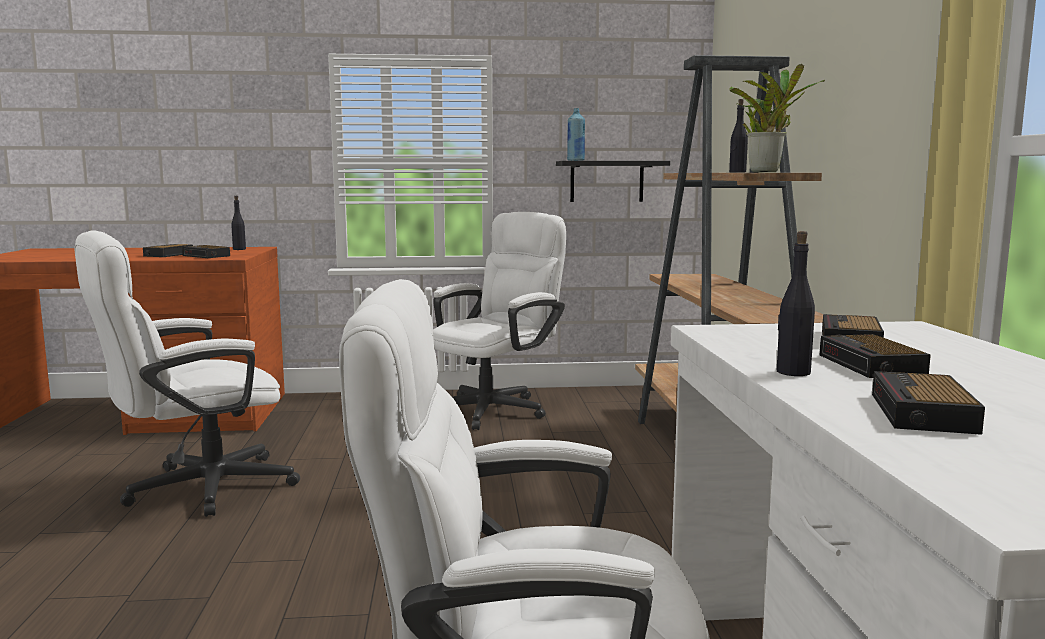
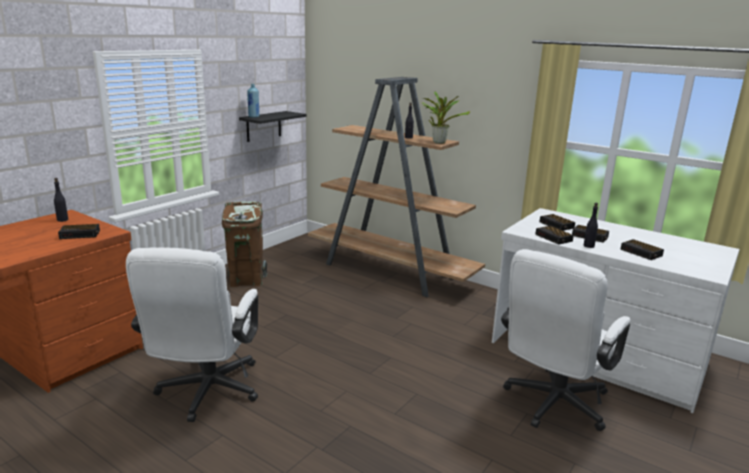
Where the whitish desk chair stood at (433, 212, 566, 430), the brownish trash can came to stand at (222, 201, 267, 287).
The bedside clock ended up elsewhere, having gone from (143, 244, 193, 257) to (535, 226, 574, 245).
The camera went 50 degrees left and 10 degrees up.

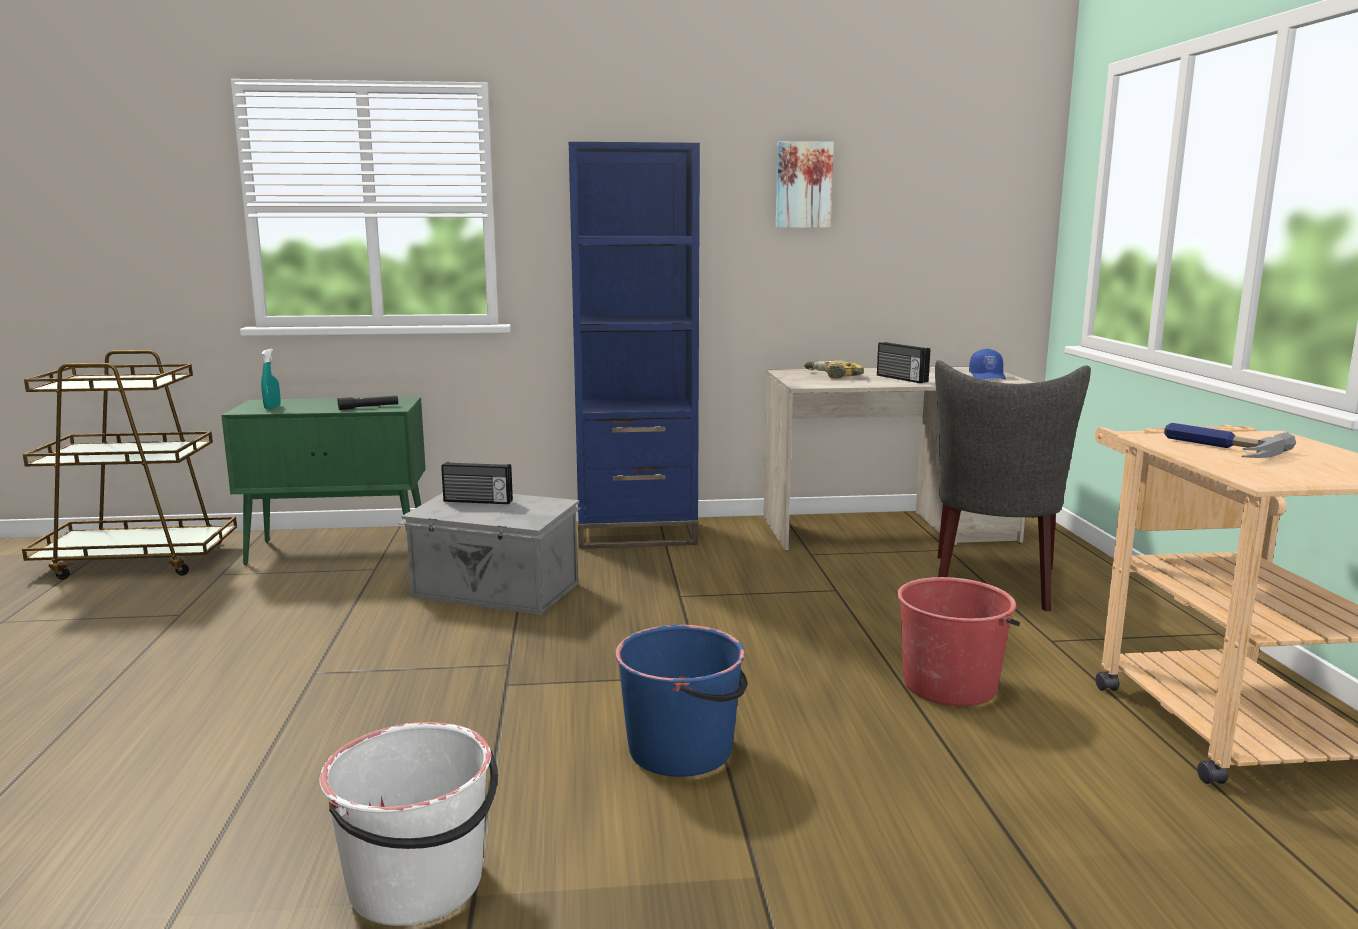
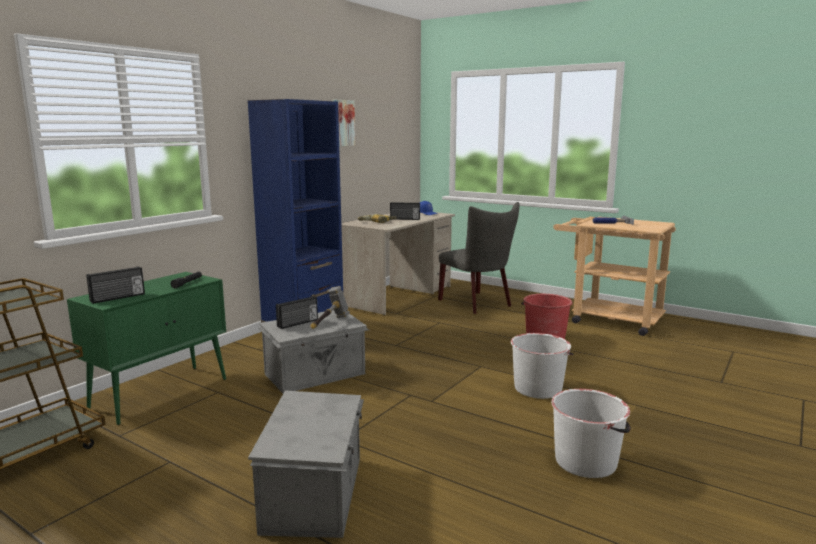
Where the blue-green hand sprayer stood at (261, 349, 281, 409), the radio receiver came to stand at (86, 266, 145, 304).
What was the bluish water bucket at (615, 625, 747, 777) turned into the whitish water bucket at (511, 333, 574, 399).
The second view gained the hammer at (310, 286, 350, 329).
The second view gained the gray storage box at (248, 391, 364, 538).
The camera went 50 degrees left and 0 degrees up.

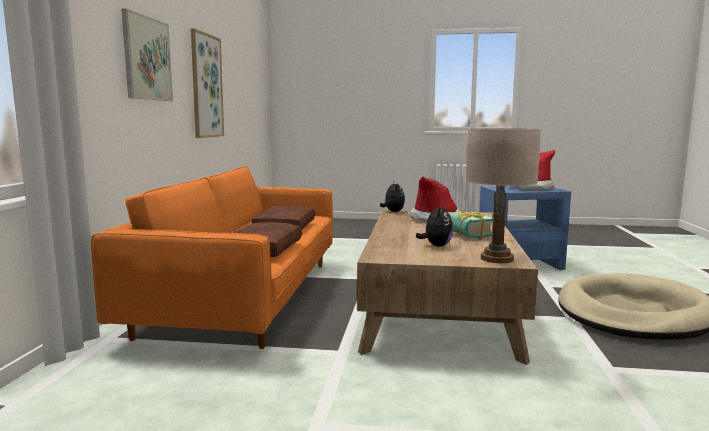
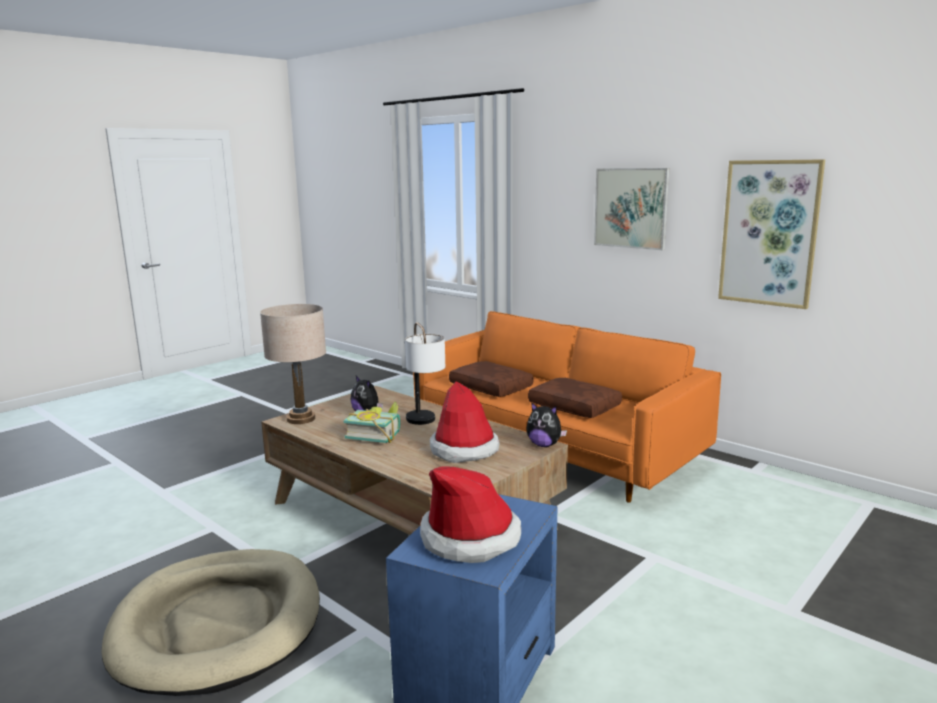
The second view gained the tabletop lamp at (405, 322, 445, 425).
The camera went 125 degrees right and 5 degrees up.

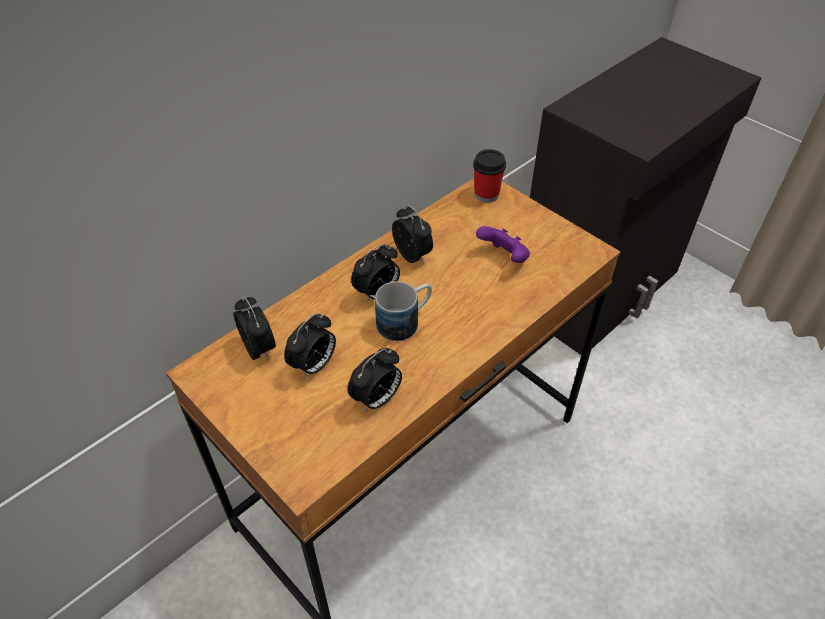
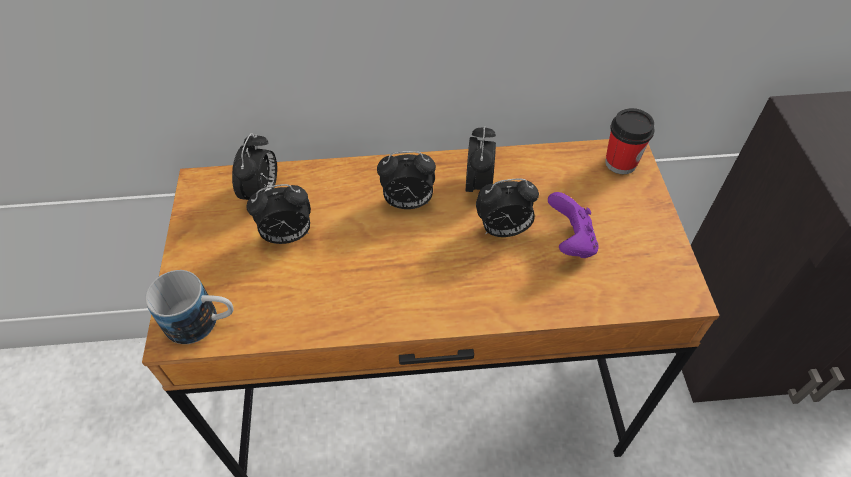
The coffee mug ended up elsewhere, having gone from (375, 281, 432, 341) to (145, 270, 234, 344).
The bedside clock ended up elsewhere, having gone from (347, 348, 402, 412) to (476, 179, 539, 237).
The camera went 40 degrees right and 5 degrees up.

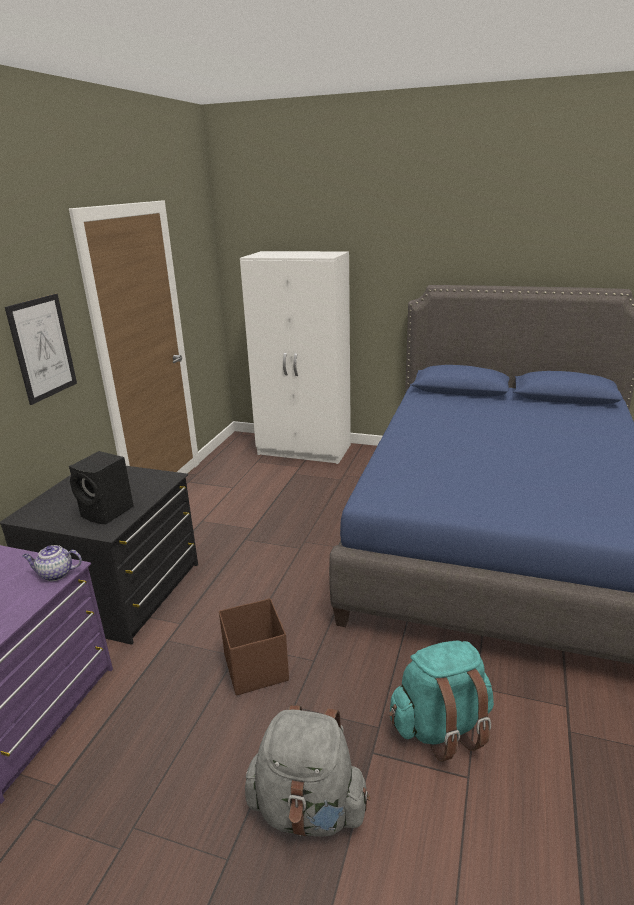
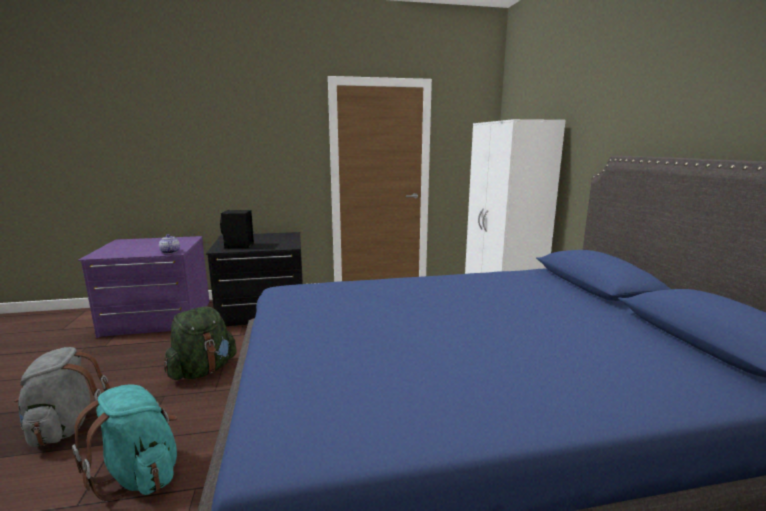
The second view lost the picture at (5, 294, 77, 405).
Where the brownish storage box stood at (219, 598, 289, 696), the green-coloured backpack came to stand at (164, 306, 237, 380).
The camera went 60 degrees right and 10 degrees down.

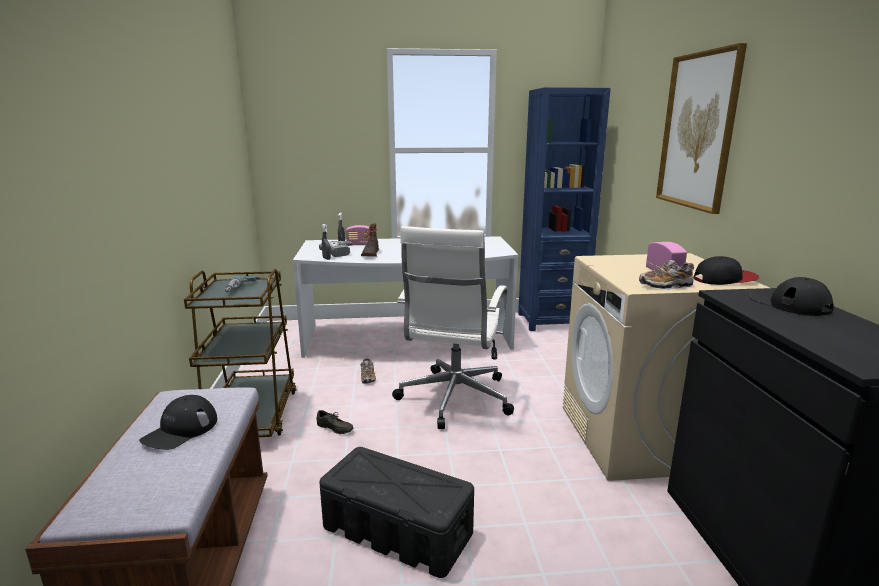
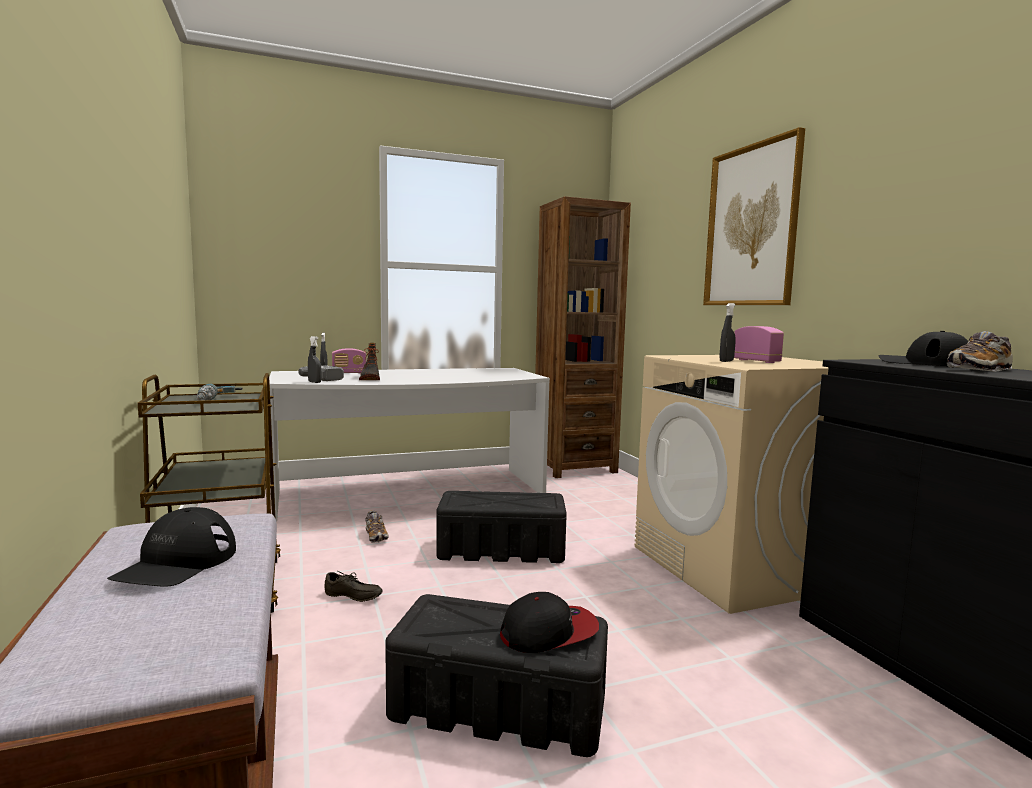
What was the bluish bookcase at (518, 87, 611, 331) turned into the brownish bookcase at (535, 196, 631, 478).
Where the whitish desk chair stood at (392, 226, 514, 429), the blackish storage box came to stand at (436, 491, 567, 563).
The peaked cap ended up elsewhere, having gone from (693, 256, 759, 285) to (500, 592, 599, 653).
The low shoe ended up elsewhere, having gone from (639, 260, 694, 290) to (947, 331, 1013, 372).
The second view gained the gray hand sprayer at (720, 303, 736, 362).
The camera went 15 degrees left and 10 degrees down.

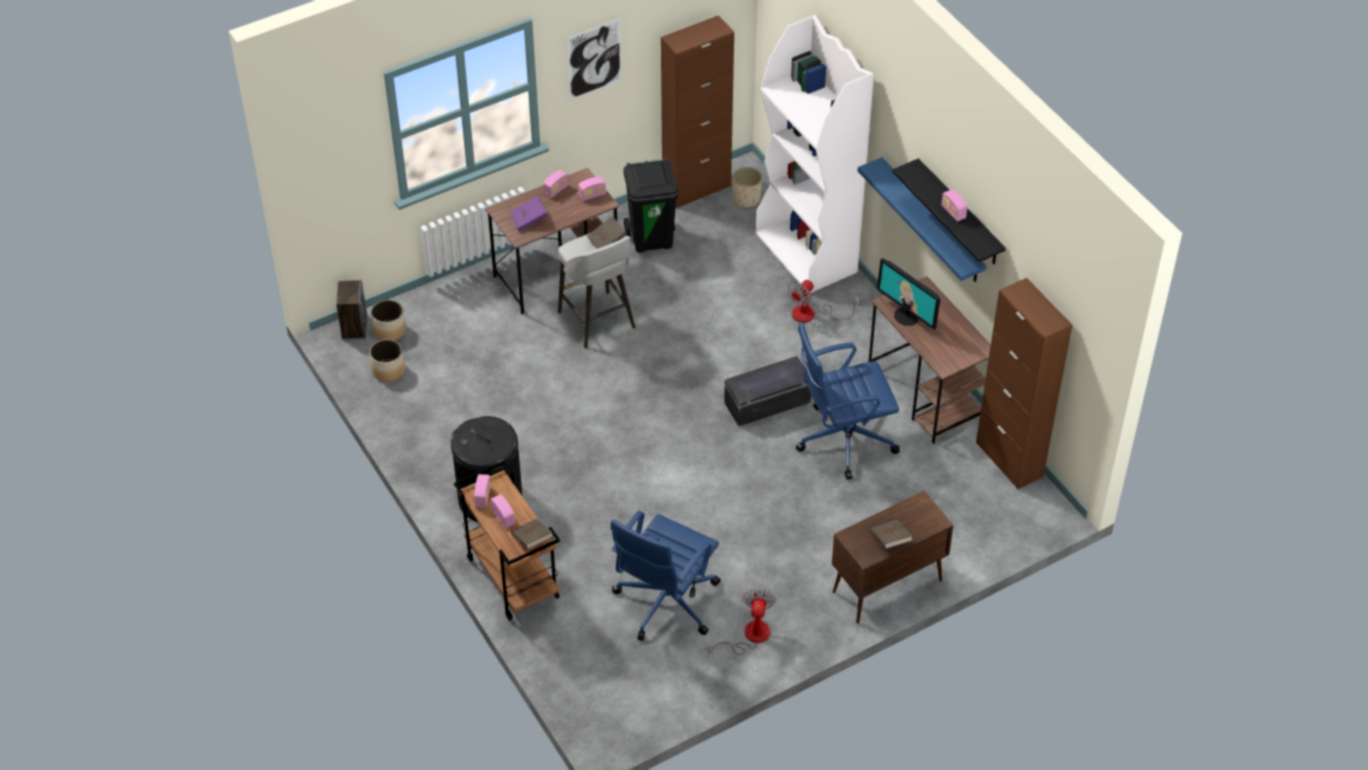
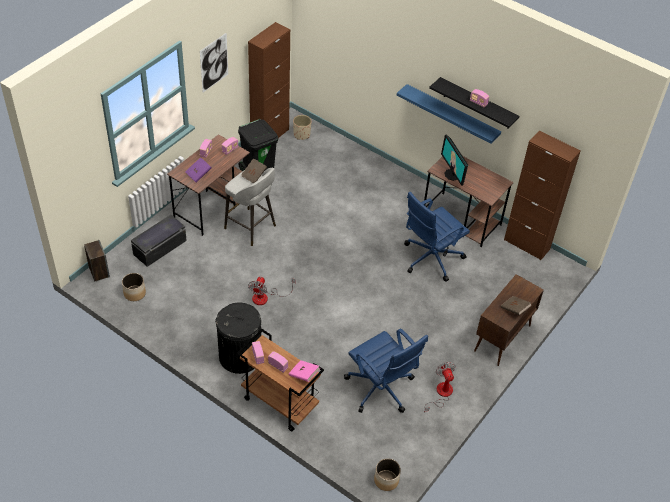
The second view lost the whitish bookcase at (756, 15, 874, 293).
The monitor at (877, 258, 941, 330) ended up facing another way, 45 degrees clockwise from before.
The fan ended up elsewhere, having gone from (787, 280, 860, 323) to (248, 277, 296, 305).
The plant pot ended up elsewhere, having gone from (371, 300, 406, 341) to (374, 458, 401, 491).
The blackish storage box ended up elsewhere, having gone from (724, 356, 811, 427) to (131, 215, 187, 267).
The bluish desk chair at (610, 510, 721, 641) ended up facing another way, 45 degrees counterclockwise from before.
What was the brownish volume at (511, 519, 553, 549) turned into the pink-coloured volume at (289, 360, 320, 382).
The camera went 25 degrees left and 0 degrees up.

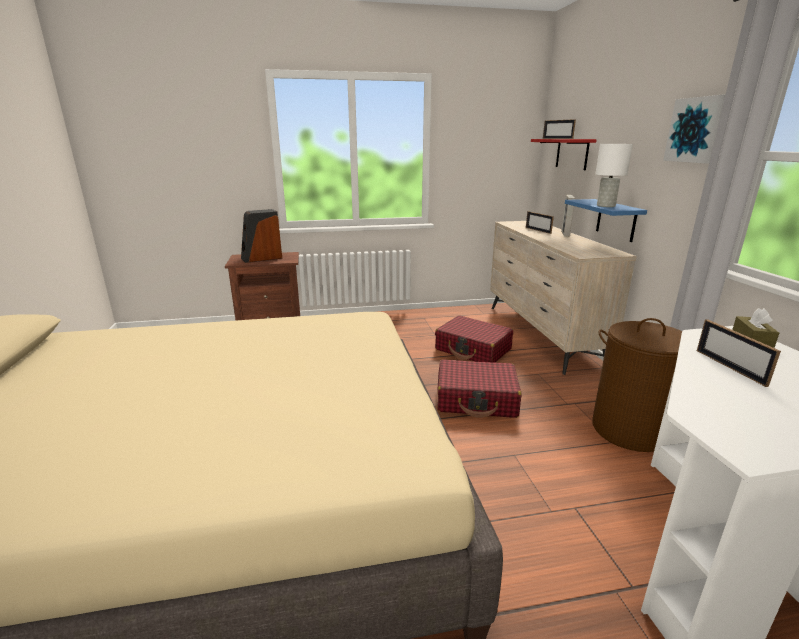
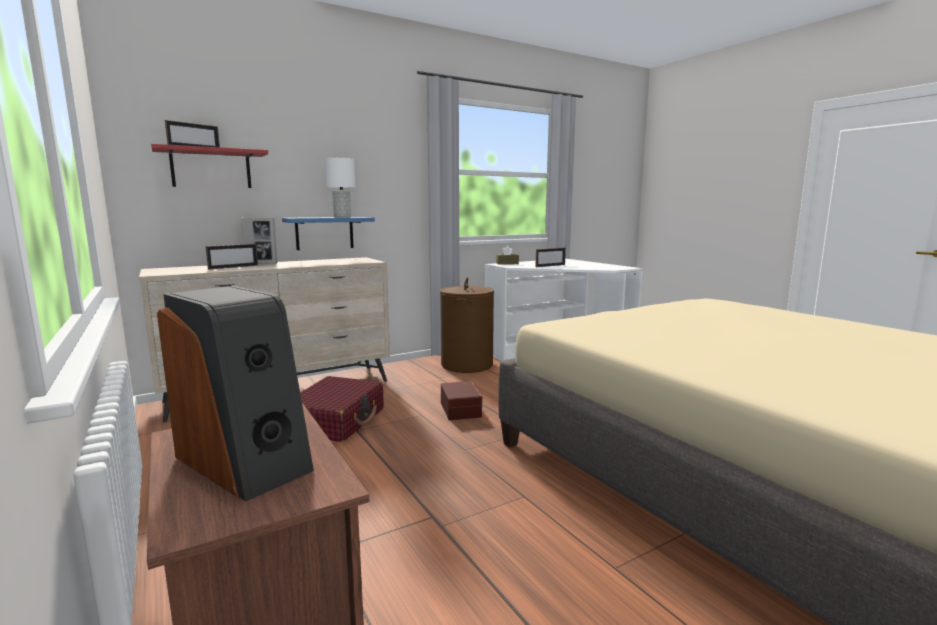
The second view lost the picture at (663, 94, 726, 164).
Where the reddish piece of luggage stood at (437, 359, 522, 418), the brownish storage box came to stand at (441, 381, 482, 420).
The camera went 110 degrees left and 10 degrees down.

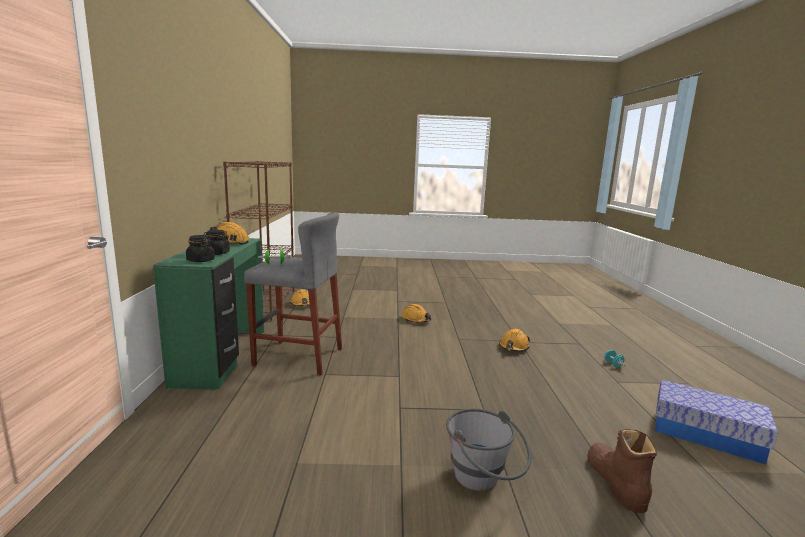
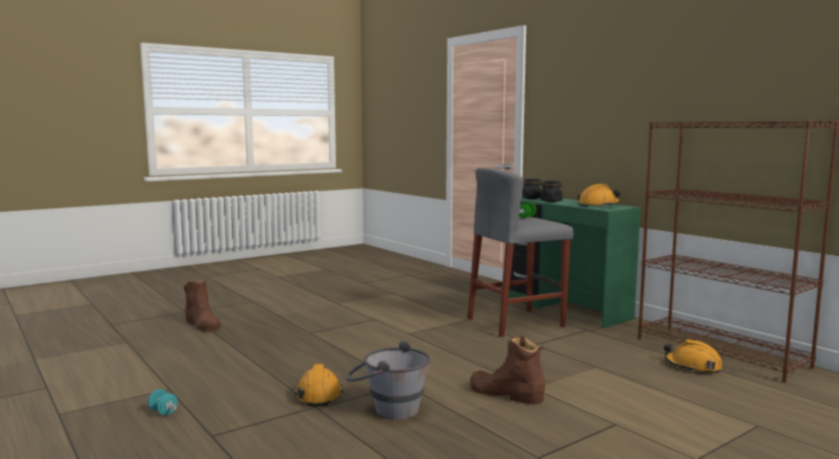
Where the orange work helmet stood at (402, 304, 431, 323), the brownish high-top boot came to stand at (470, 336, 545, 405).
The second view lost the storage box at (655, 380, 778, 465).
The gray water bucket ended up elsewhere, having gone from (446, 408, 531, 491) to (346, 340, 431, 420).
The camera went 145 degrees right and 5 degrees down.

